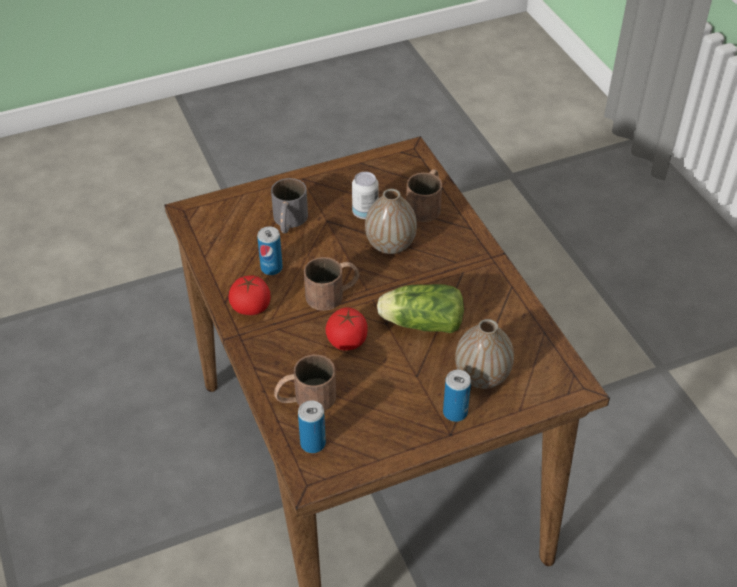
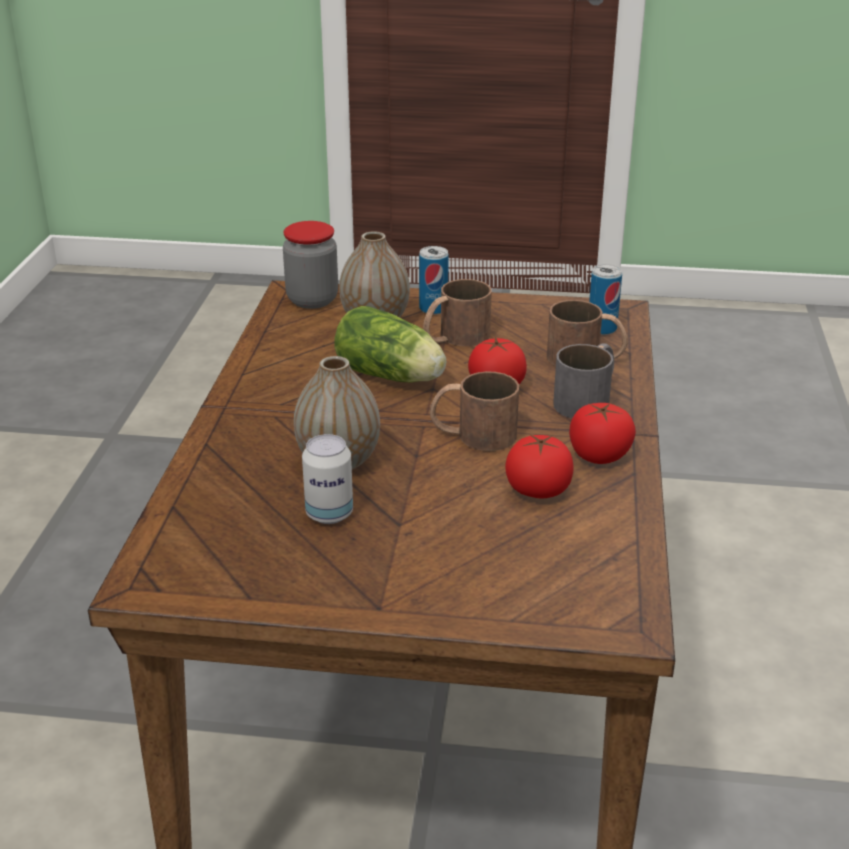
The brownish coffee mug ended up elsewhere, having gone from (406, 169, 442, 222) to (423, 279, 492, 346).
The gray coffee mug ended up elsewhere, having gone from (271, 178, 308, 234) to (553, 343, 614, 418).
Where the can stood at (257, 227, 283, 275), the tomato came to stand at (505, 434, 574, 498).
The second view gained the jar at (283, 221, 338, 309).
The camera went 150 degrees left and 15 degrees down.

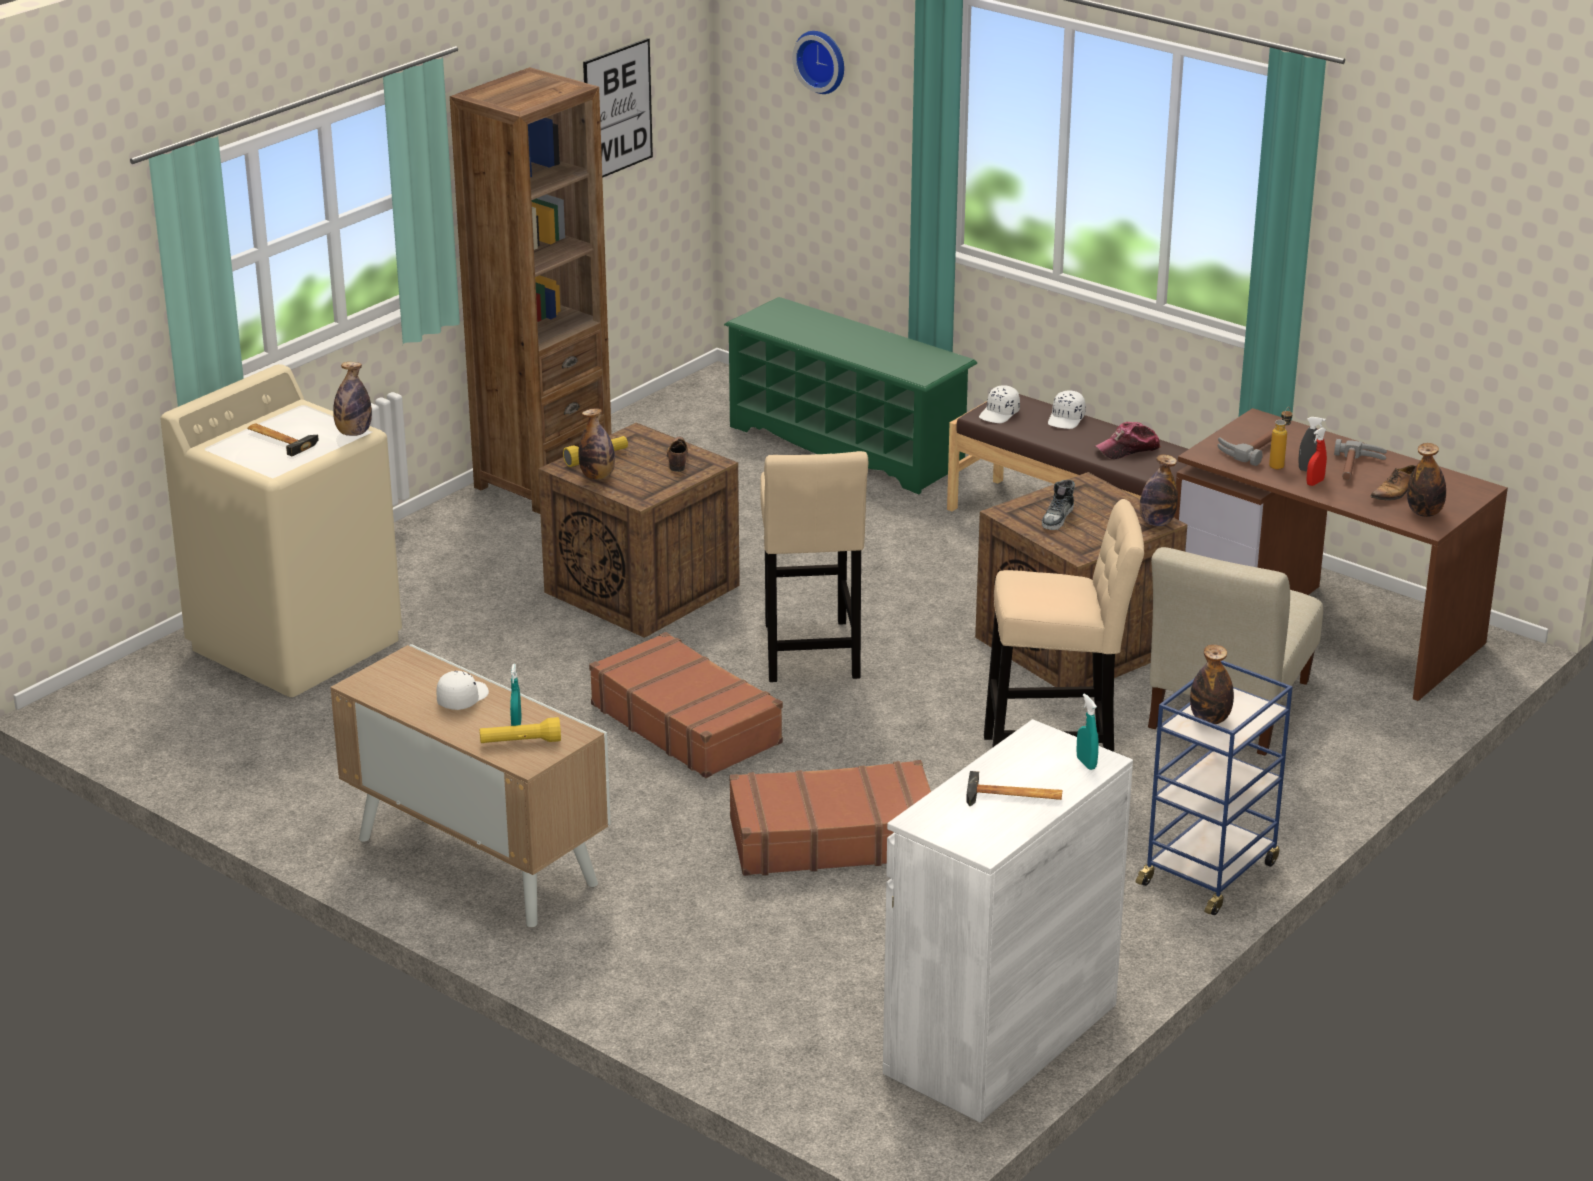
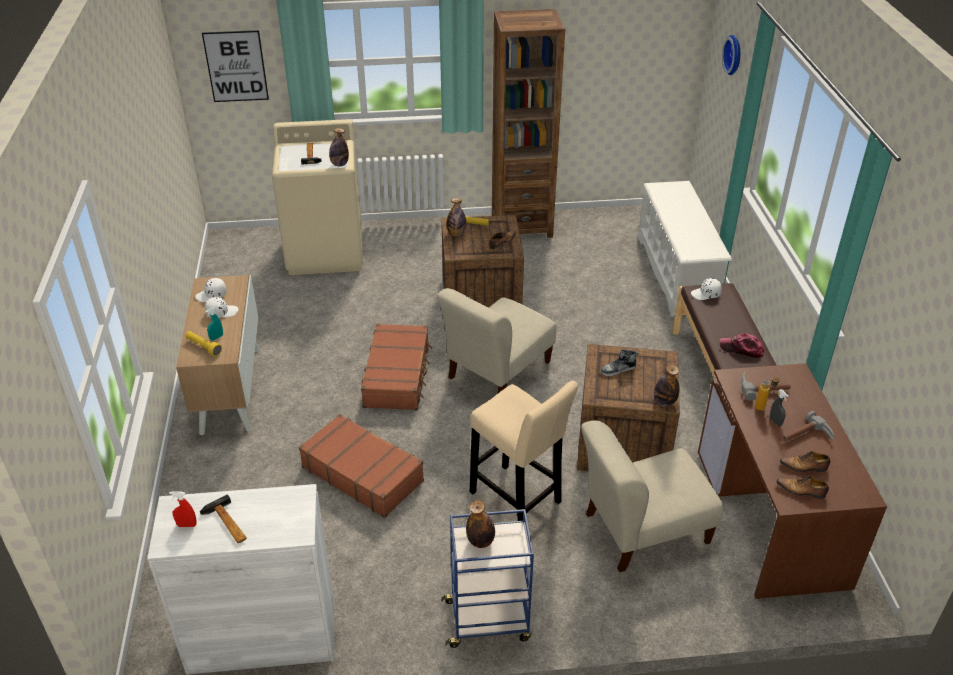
The picture ended up elsewhere, having gone from (583, 38, 653, 178) to (202, 30, 269, 102).
What was the green-coloured shoe shelf at (724, 297, 977, 494) turned into the whitish shoe shelf at (638, 181, 732, 317).
The whitish peaked cap ended up elsewhere, having gone from (1048, 390, 1086, 429) to (195, 278, 227, 302).
The reddish hand sprayer ended up elsewhere, having gone from (1306, 427, 1327, 486) to (169, 491, 197, 527).
Where the bottle stood at (1407, 443, 1446, 517), the low shoe came to stand at (776, 476, 829, 499).
Where the sand-coloured sitting stool stood at (760, 451, 868, 682), the sand-coloured upright chair came to stand at (437, 288, 556, 393).
The second view lost the blue-green hand sprayer at (1076, 693, 1099, 770).
The camera went 45 degrees right and 10 degrees up.

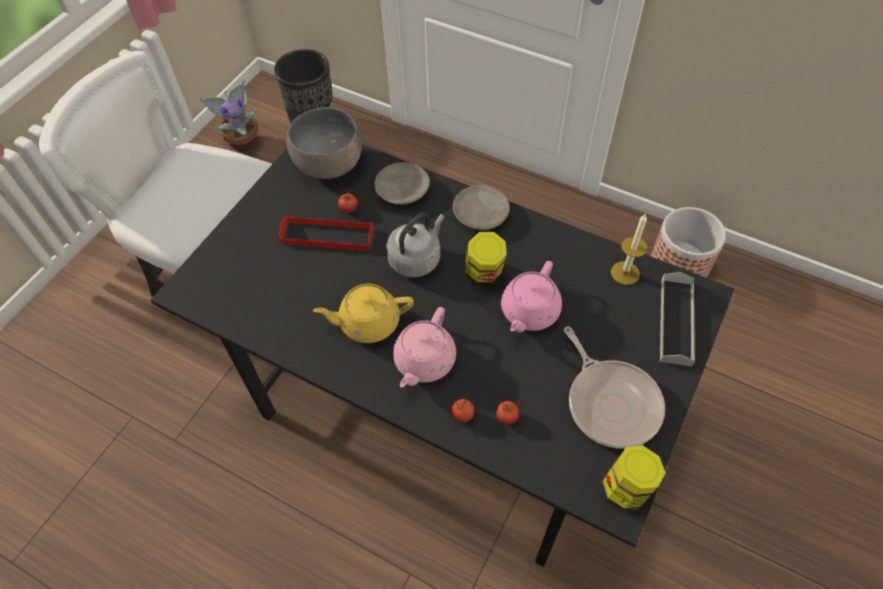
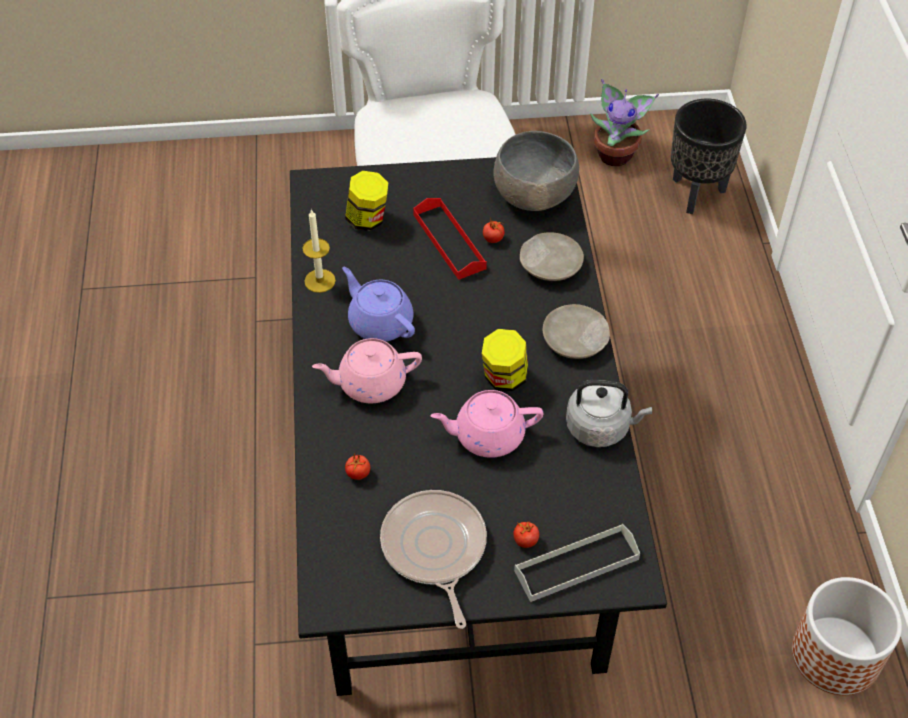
The gray water kettle ended up elsewhere, having gone from (386, 213, 445, 278) to (566, 380, 652, 447).
The wax candle ended up elsewhere, having gone from (611, 214, 647, 285) to (302, 209, 336, 293).
What was the yellowish teapot at (313, 284, 414, 343) turned into the purplish teapot at (342, 267, 415, 342).
The skillet at (564, 326, 665, 449) ended up facing another way, 135 degrees clockwise from before.
The tomato ended up elsewhere, having gone from (451, 399, 475, 423) to (513, 522, 539, 548).
The jar ended up elsewhere, having gone from (601, 445, 665, 511) to (345, 171, 388, 231).
The camera went 55 degrees right and 5 degrees down.

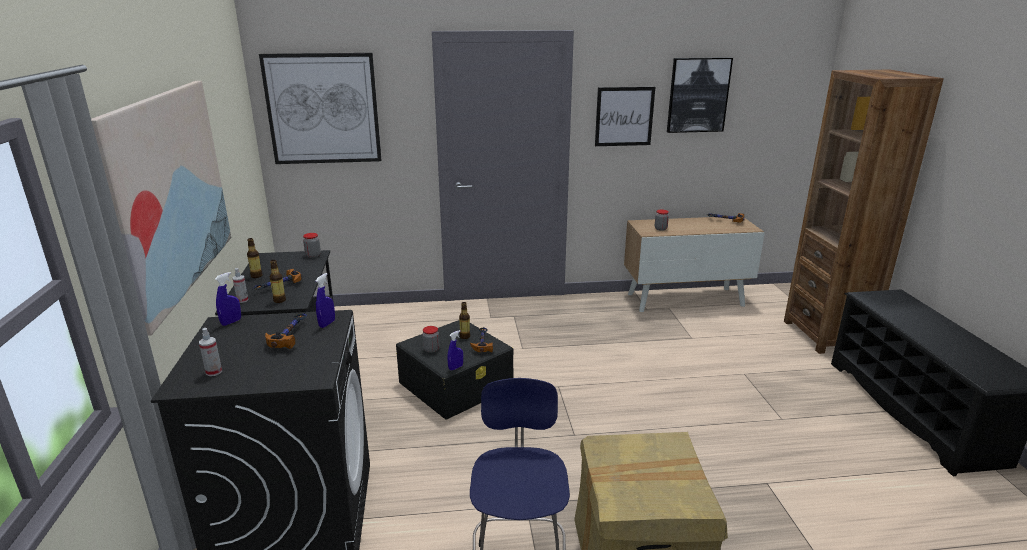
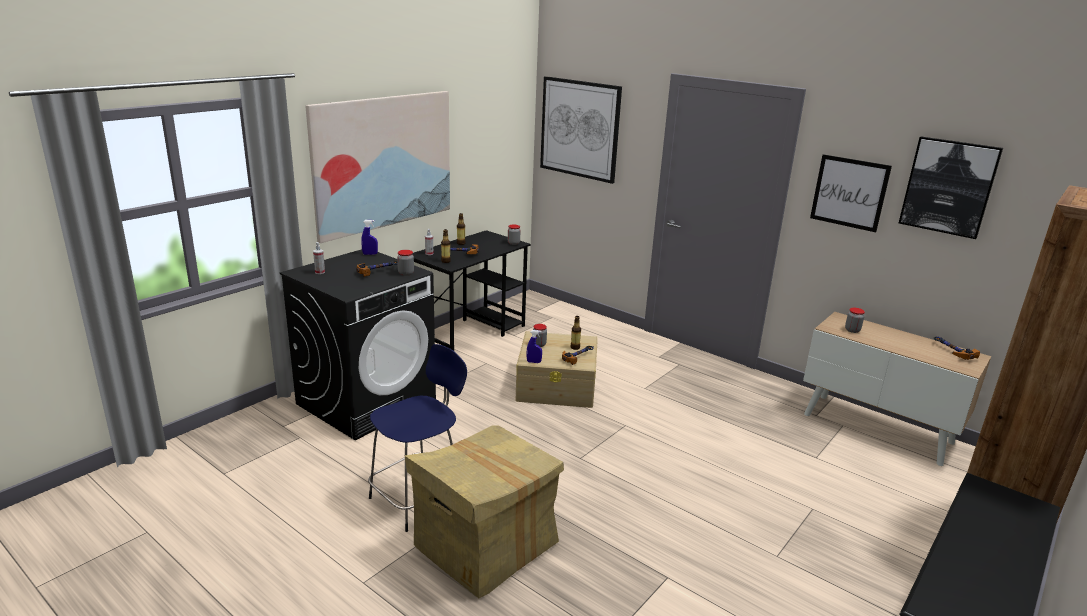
Where the bluish hand sprayer stood at (316, 273, 335, 328), the jar came to stand at (397, 250, 414, 276).
What was the blackish storage box at (396, 320, 513, 419) turned into the sand-coloured storage box at (516, 331, 598, 408).
The camera went 45 degrees right and 0 degrees up.

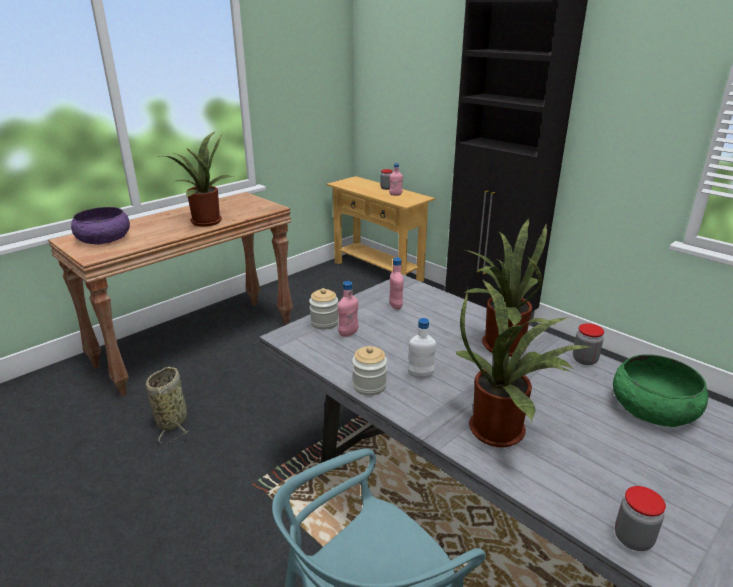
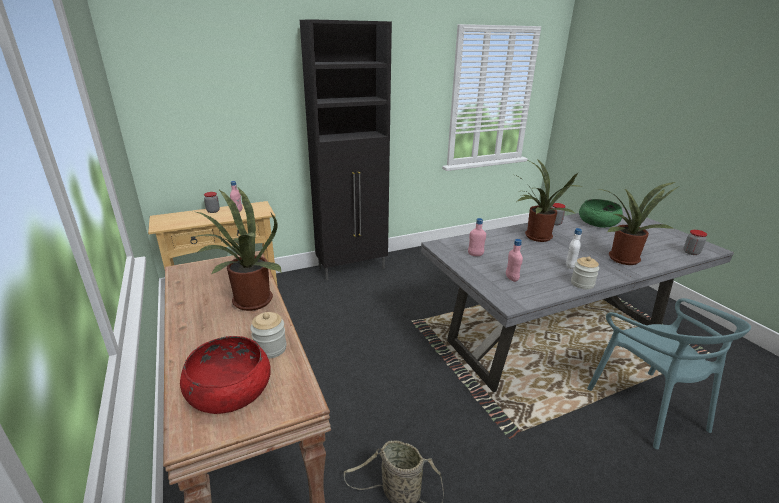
What was the purplish deep dish at (71, 207, 130, 245) turned into the reddish deep dish at (180, 336, 271, 414).
The jar ended up elsewhere, having gone from (309, 288, 339, 330) to (250, 312, 287, 359).
The camera went 70 degrees left and 0 degrees up.

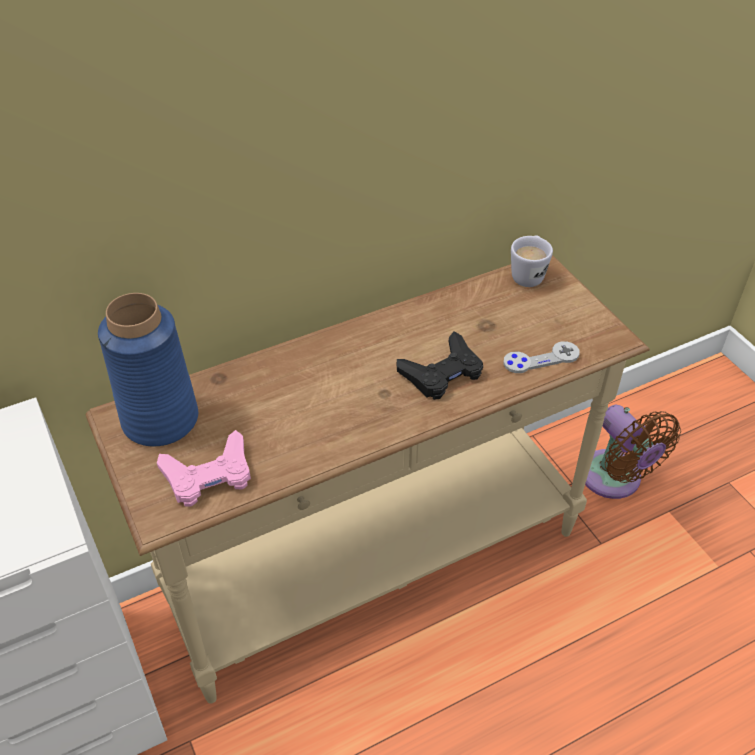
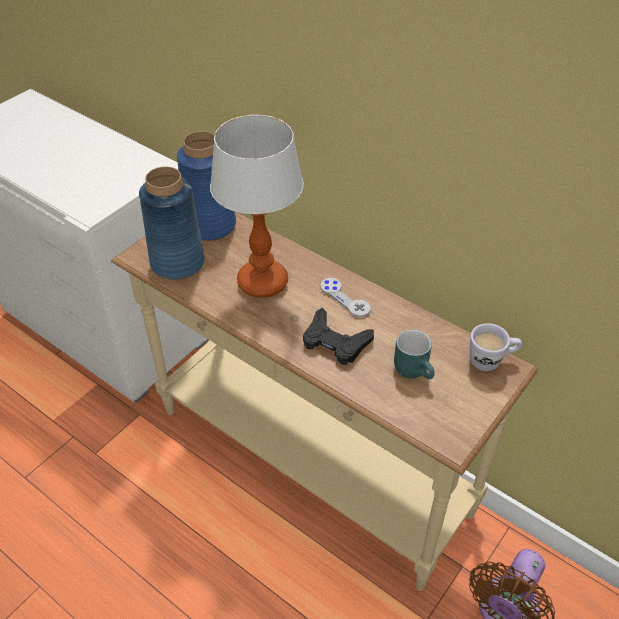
The gray game controller ended up elsewhere, having gone from (503, 341, 580, 373) to (320, 278, 371, 318).
Where the pink-coloured game controller stood at (157, 430, 251, 506), the bluish decorative vase came to stand at (139, 166, 205, 280).
The second view gained the tabletop lamp at (210, 115, 304, 298).
The second view gained the blue-green coffee mug at (394, 330, 435, 379).
The camera went 65 degrees right and 0 degrees up.

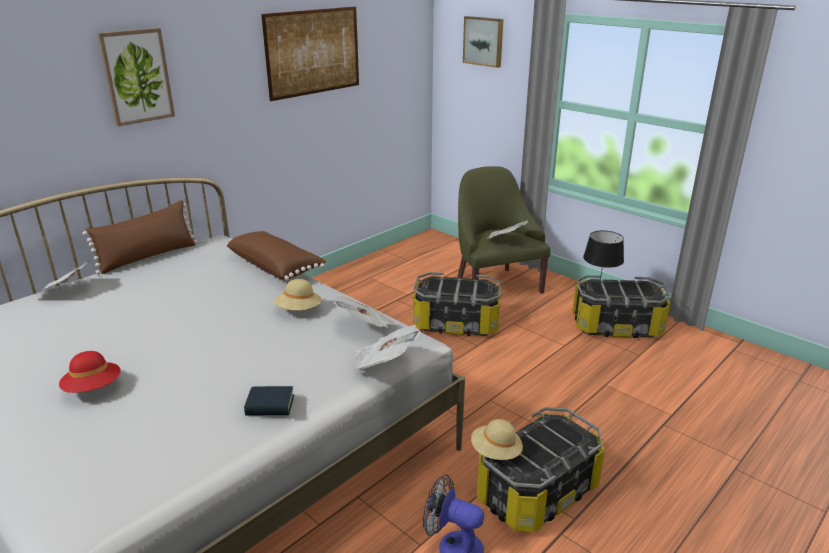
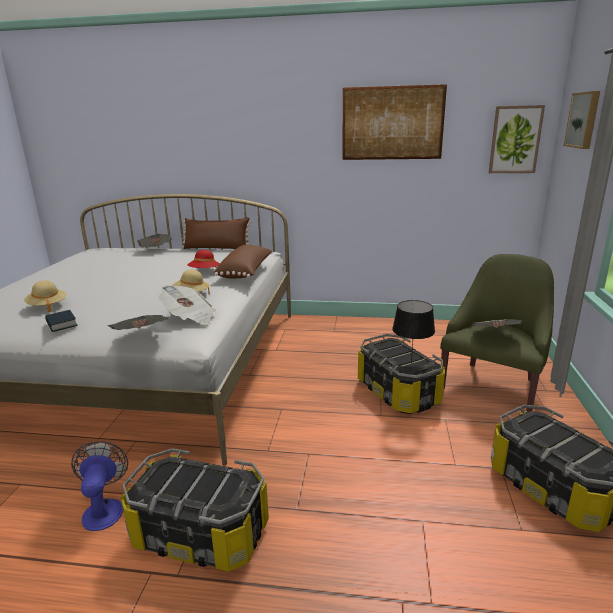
The picture ended up elsewhere, having gone from (97, 28, 175, 127) to (489, 105, 545, 173).
The blackish tabletop lamp ended up elsewhere, having gone from (583, 231, 624, 289) to (392, 300, 435, 364).
The reddish hat ended up elsewhere, having gone from (59, 351, 121, 393) to (187, 250, 220, 268).
The sand-coloured hat ended up elsewhere, having gone from (471, 419, 523, 460) to (24, 280, 67, 312).
The camera went 55 degrees right and 5 degrees down.

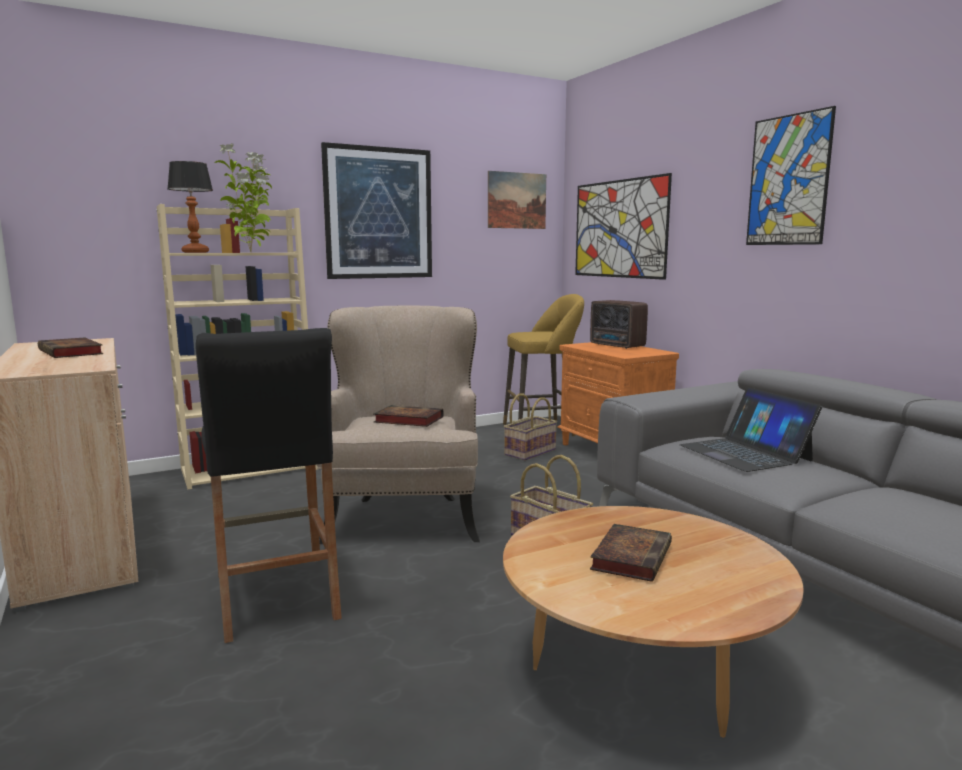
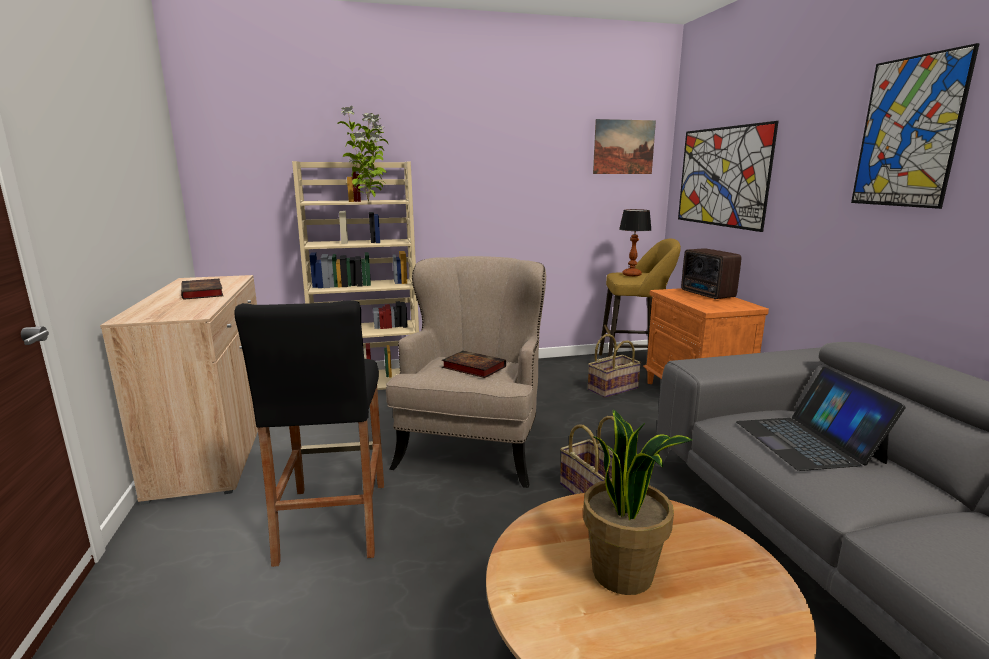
The second view lost the picture at (321, 142, 432, 279).
The tabletop lamp ended up elsewhere, having gone from (167, 161, 213, 253) to (619, 209, 651, 276).
Where the volume stood at (590, 524, 672, 582), the potted plant came to stand at (583, 409, 692, 595).
The camera went 15 degrees right and 5 degrees up.

